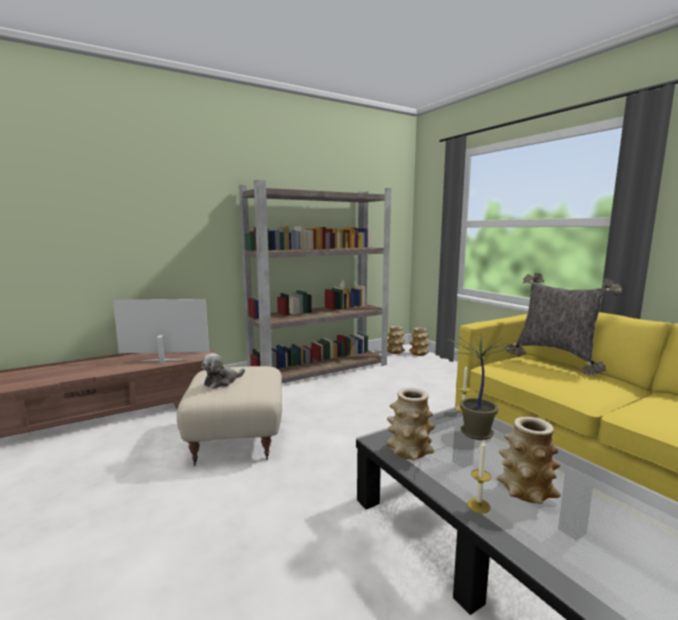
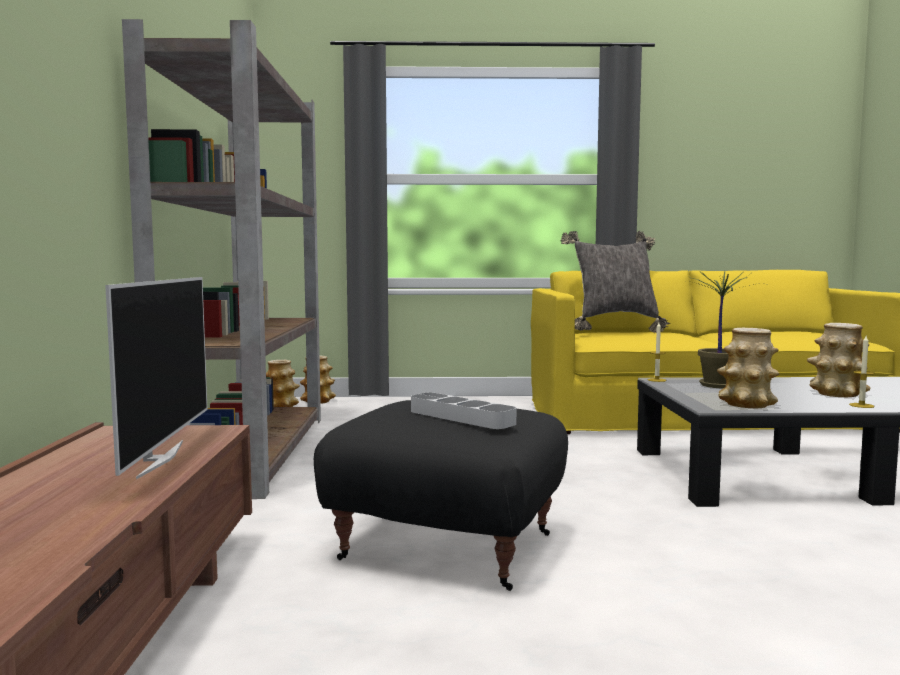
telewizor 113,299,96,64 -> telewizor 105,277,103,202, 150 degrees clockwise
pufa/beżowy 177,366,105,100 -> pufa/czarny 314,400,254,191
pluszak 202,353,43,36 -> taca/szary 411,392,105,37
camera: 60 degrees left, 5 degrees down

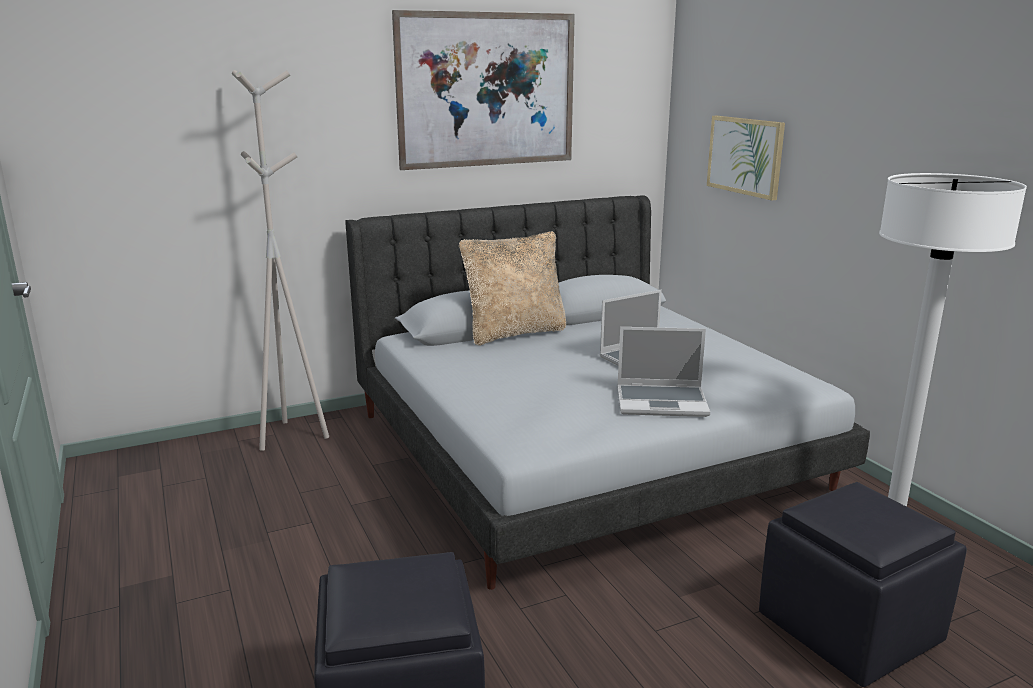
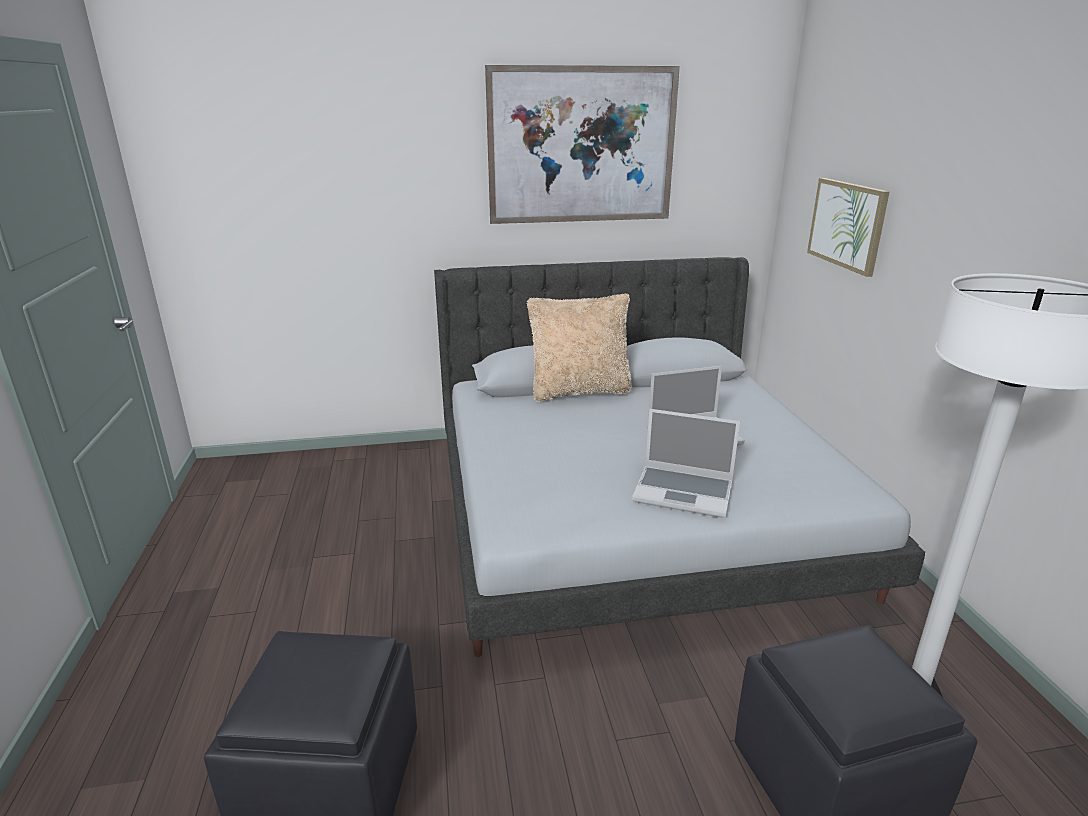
wieszak/szary 232,70,97,381 -> none
camera: 15 degrees right, 5 degrees up

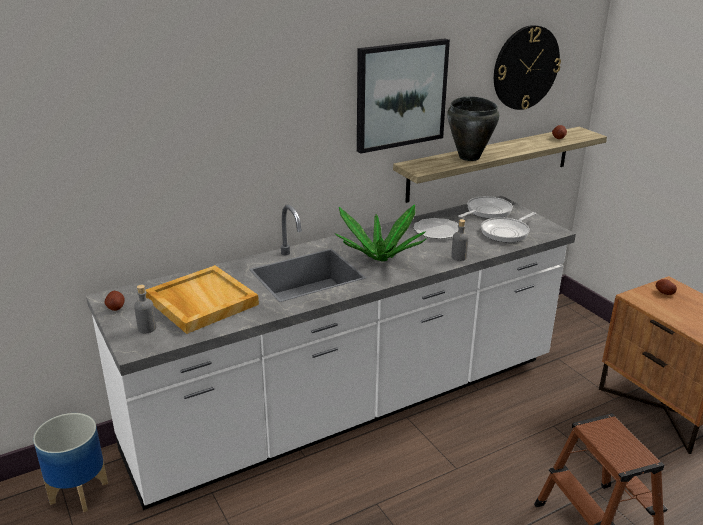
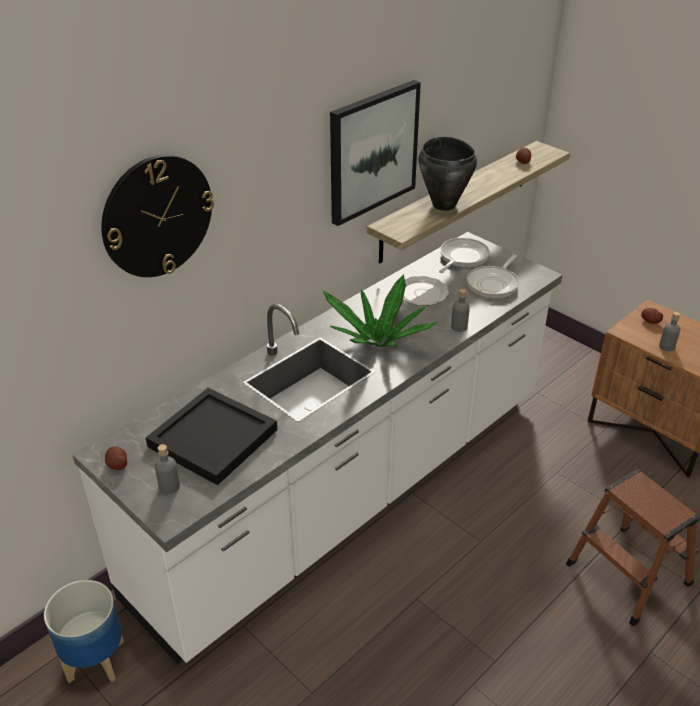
taca/beżowy 145,265,114,69 -> taca/czarny 146,388,131,97
zegar ścienny 494,25,67,85 -> zegar ścienny 101,155,113,122, relocated
none -> butelka/szary 659,312,21,39
camera: 15 degrees left, 10 degrees up

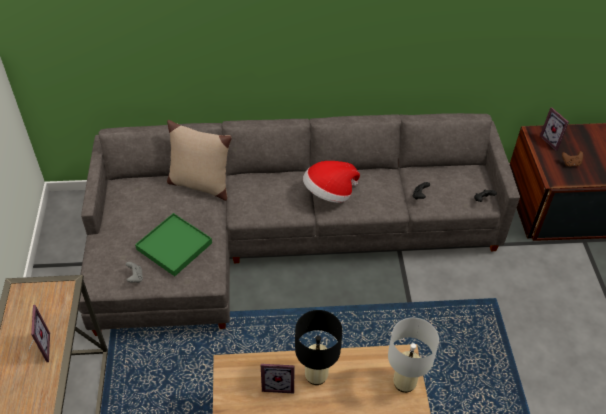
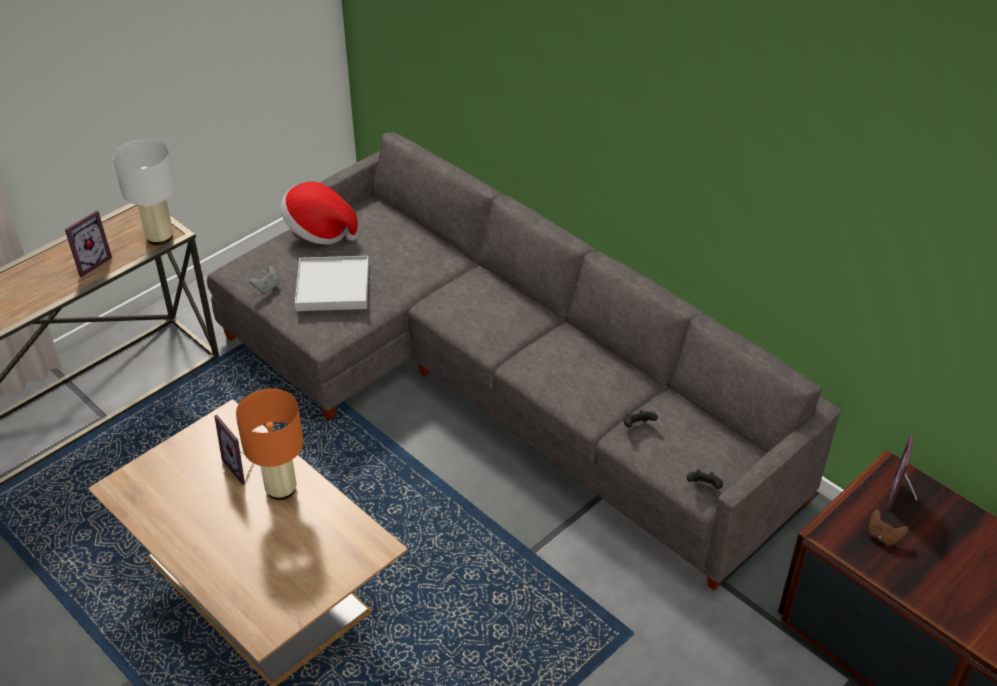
taca/zielony 135,213,77,63 -> taca/biały 295,256,74,55
poduszka/beżowy 167,120,65,81 -> none
lampa stołowa/czarny 295,310,47,75 -> lampa stołowa/pomarańczowy 236,388,67,112
kapelusz 303,161,57,42 -> kapelusz 281,182,77,63, relocated
lampa stołowa/biały 388,317,51,76 -> lampa stołowa/biały 113,139,63,106, relocated
camera: 50 degrees right, 5 degrees down

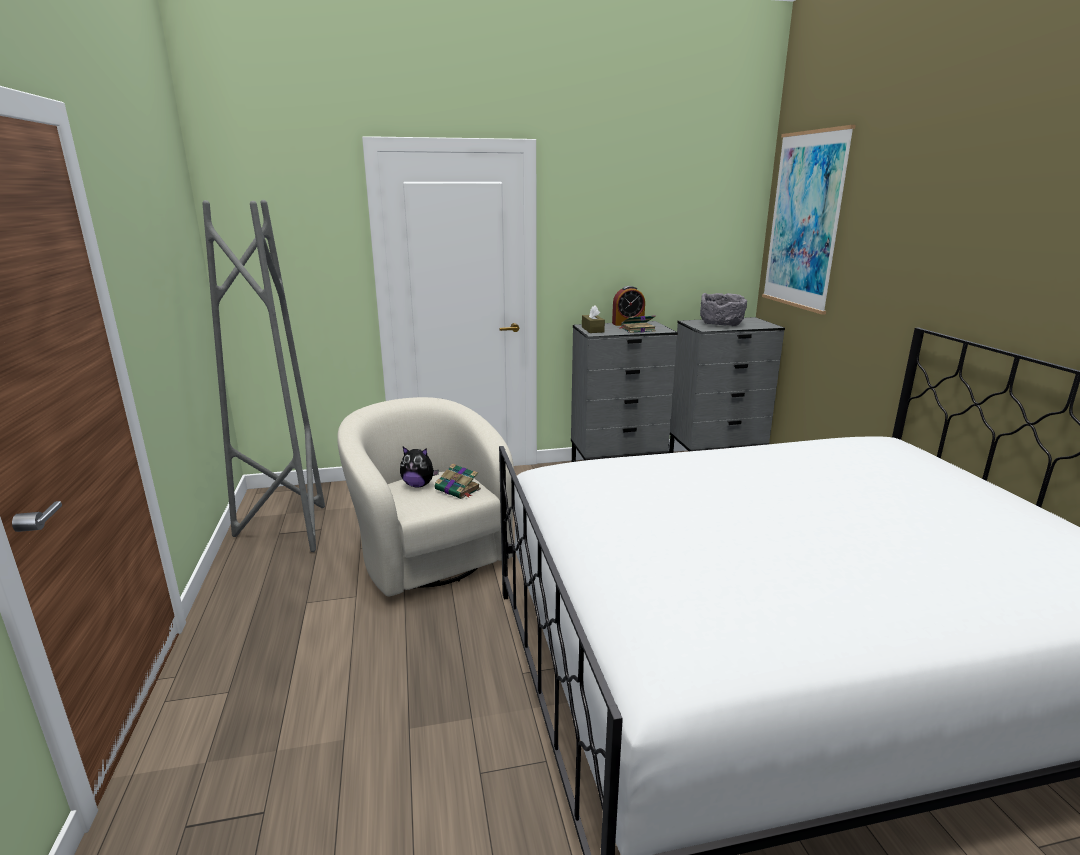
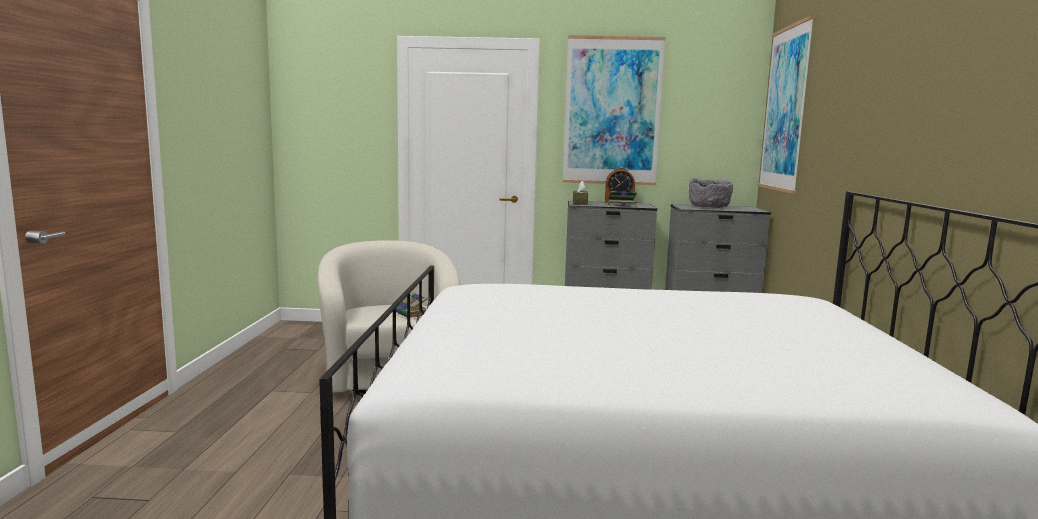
wieszak/szary 202,200,123,352 -> none
pluszak 400,447,39,41 -> none
none -> obraz 563,35,102,150
camera: 15 degrees right, 10 degrees down

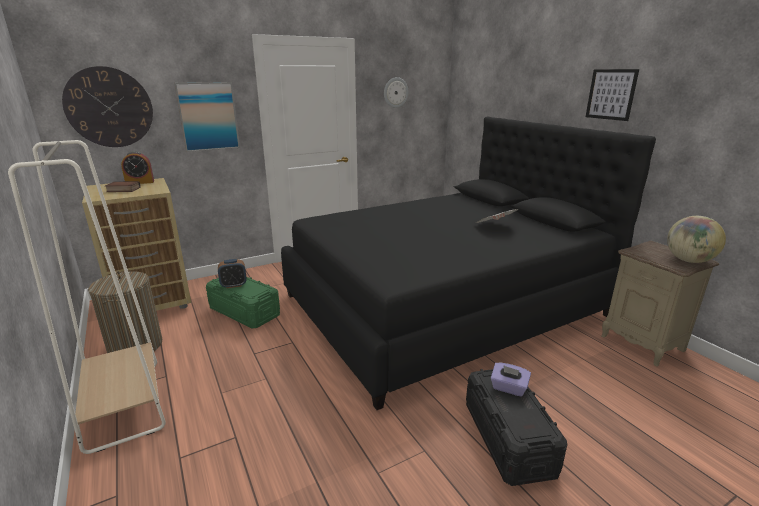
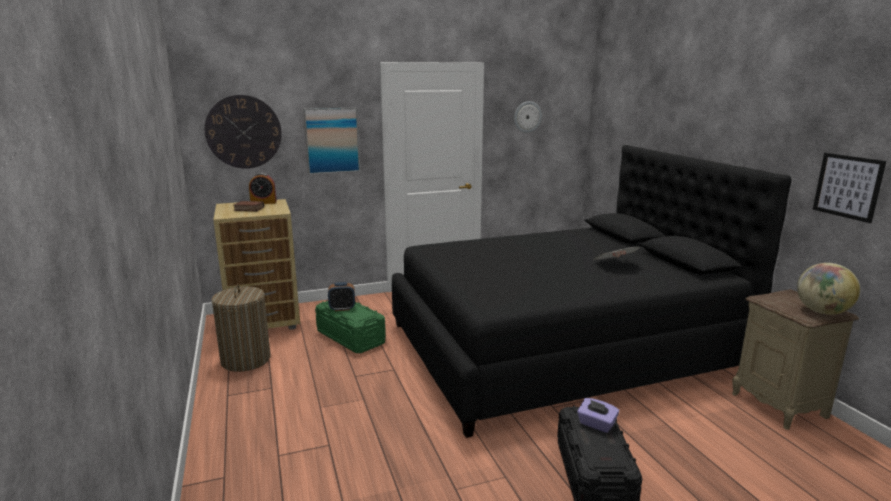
wieszak 8,140,158,314 -> none
obraz 586,69,53,52 -> obraz 813,153,73,70, relocated
camera: 10 degrees right, 5 degrees down

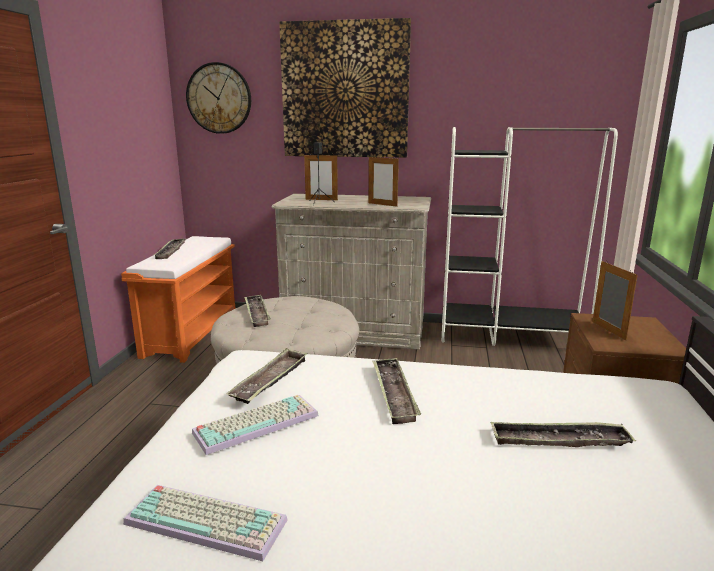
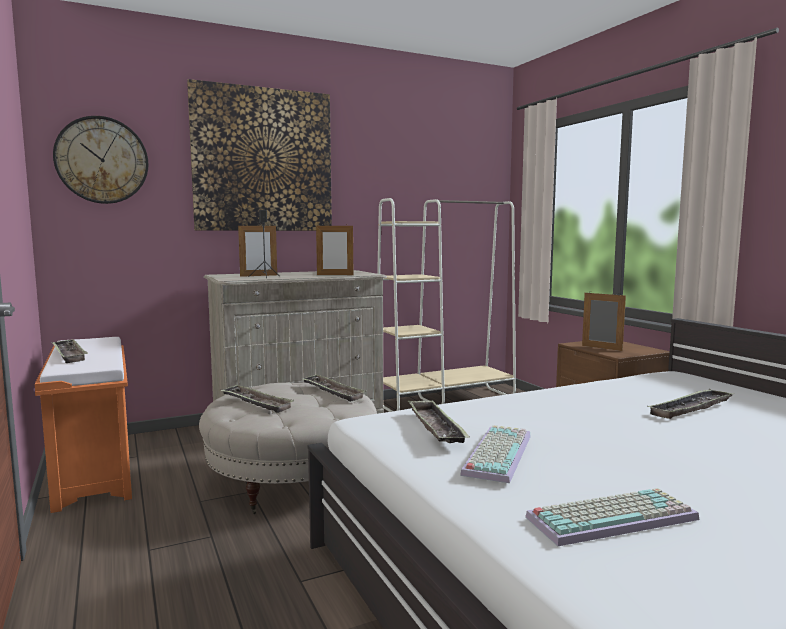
taca 372,358,49,66 -> taca 302,374,64,28, relocated
wieszak/czarny 442,127,176,219 -> wieszak/beżowy 377,198,139,214
camera: 35 degrees left, 10 degrees down

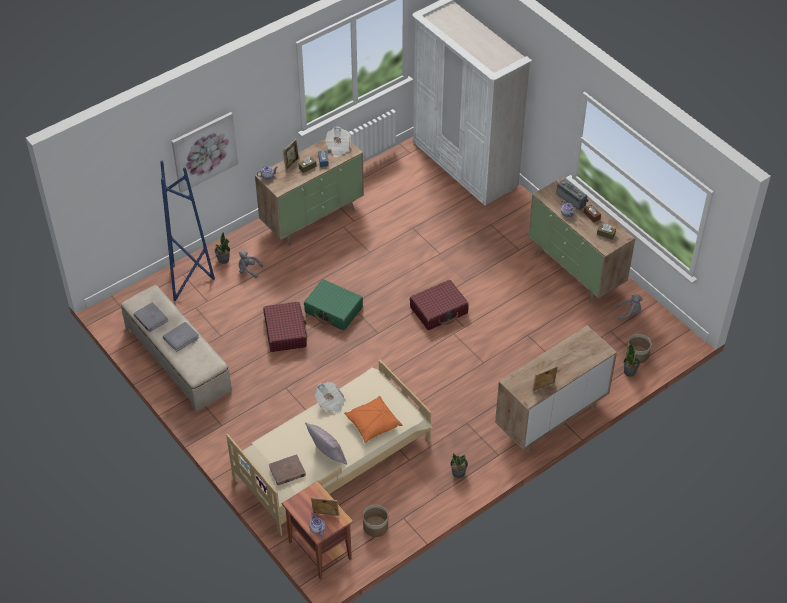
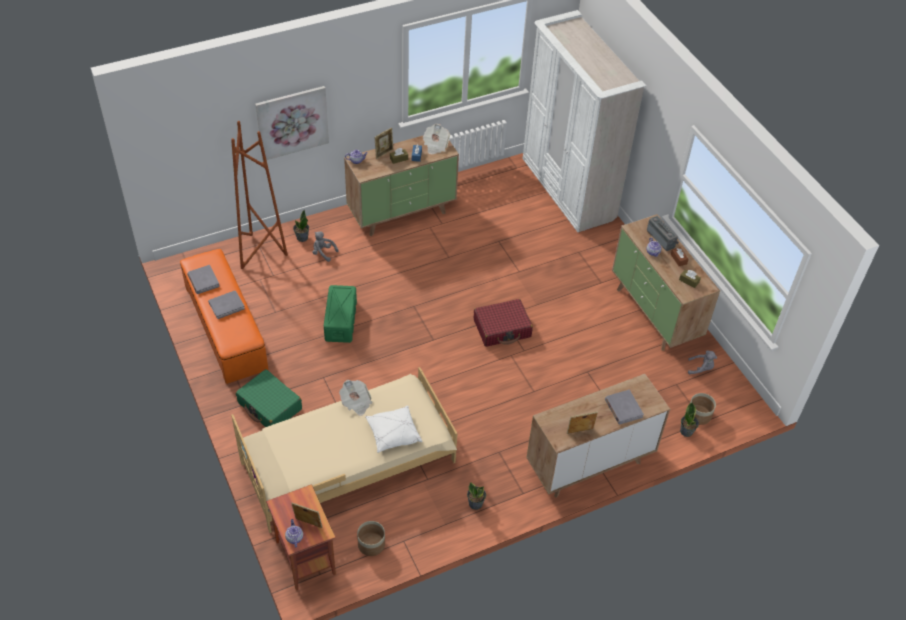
ławka/beżowy 121,285,111,126 -> ławka/pomarańczowy 180,249,89,135
wieszak/niebieski 160,160,55,141 -> wieszak/brązowy 231,121,57,148
walizka/czerwony 263,301,44,51 -> pojemnik do przechowywania/zielony 324,285,33,58
książka/brązowy 269,454,37,31 -> none
walizka/zielony 304,279,59,52 -> walizka/zielony 236,369,66,58, relocated
poduszka/fioletowy 305,423,42,42 -> none
poduszka/pomarańczowy 344,396,58,47 -> poduszka/biały 365,406,58,47
none -> książka/szary 605,390,39,35
camera: 10 degrees right, 0 degrees up

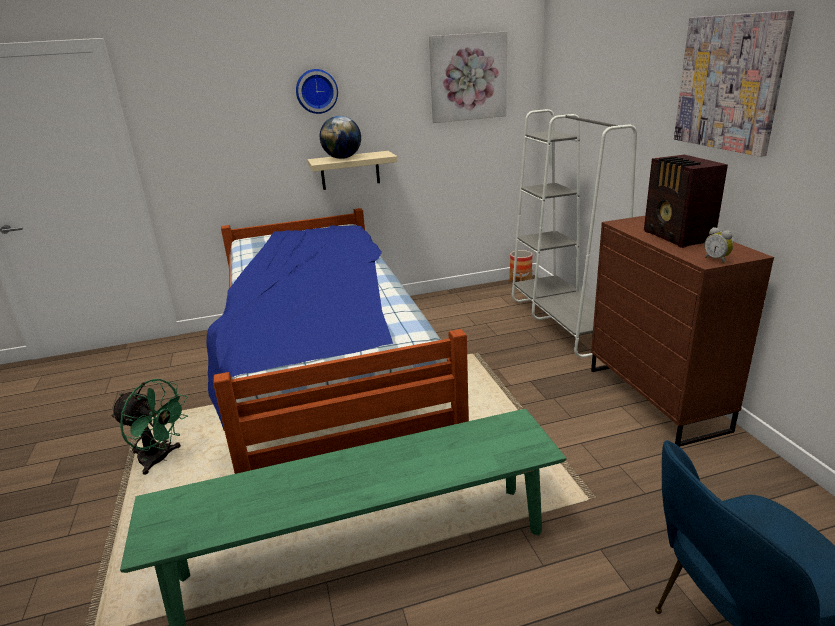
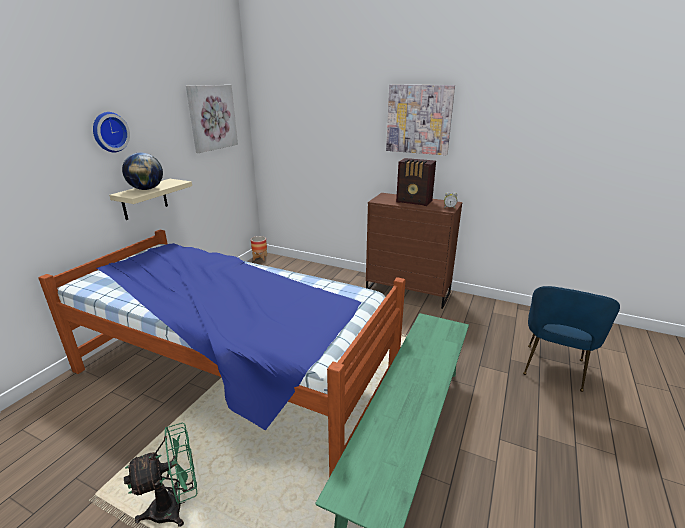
wieszak/szary 512,109,125,249 -> none
camera: 50 degrees left, 0 degrees up

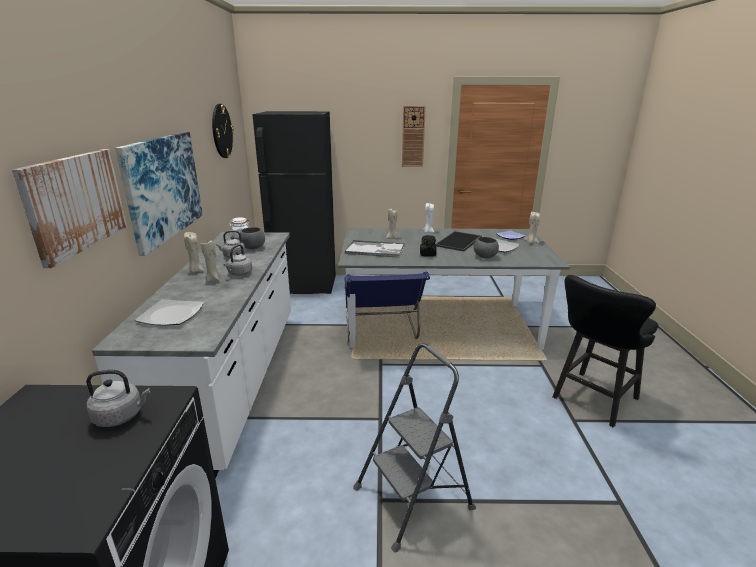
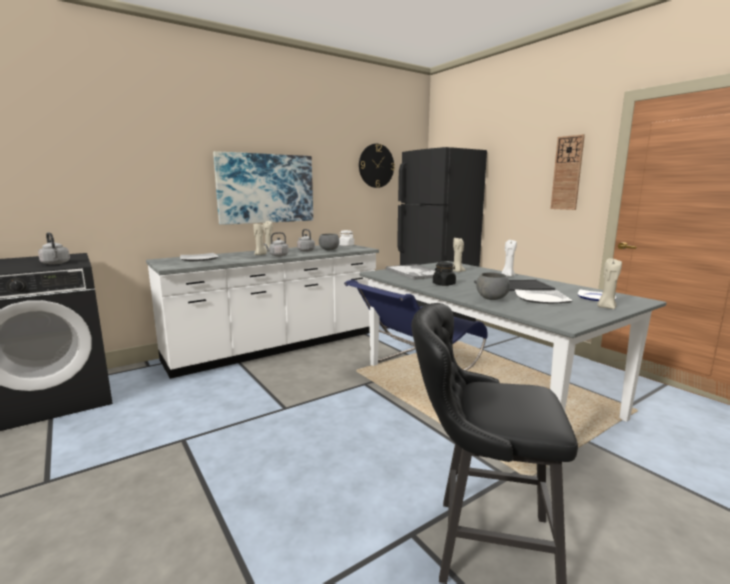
obraz 12,149,115,119 -> none
drabinka/szary 353,343,123,209 -> none
camera: 55 degrees right, 10 degrees down

